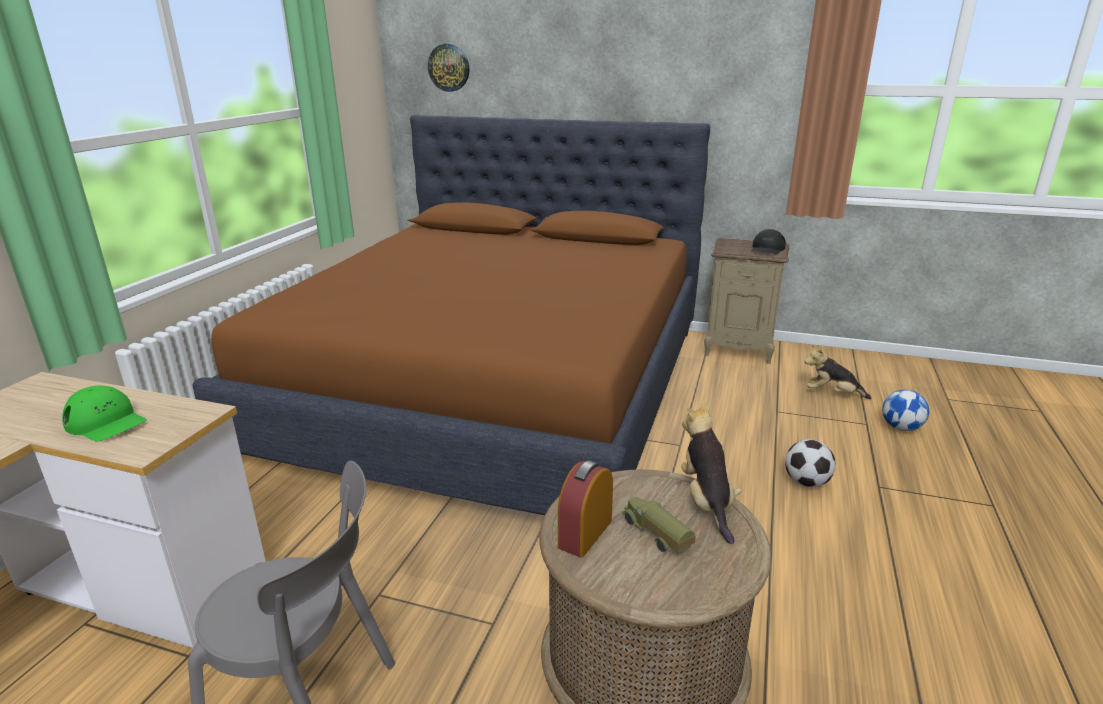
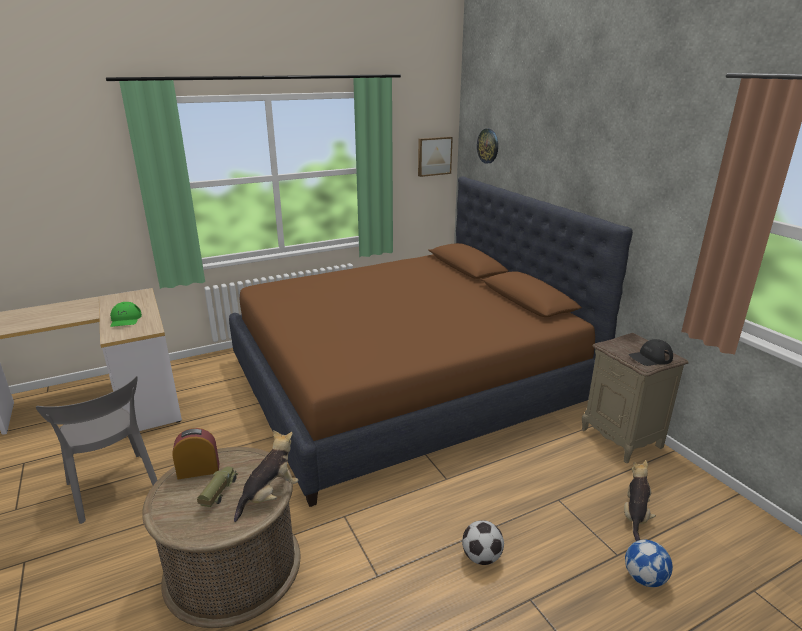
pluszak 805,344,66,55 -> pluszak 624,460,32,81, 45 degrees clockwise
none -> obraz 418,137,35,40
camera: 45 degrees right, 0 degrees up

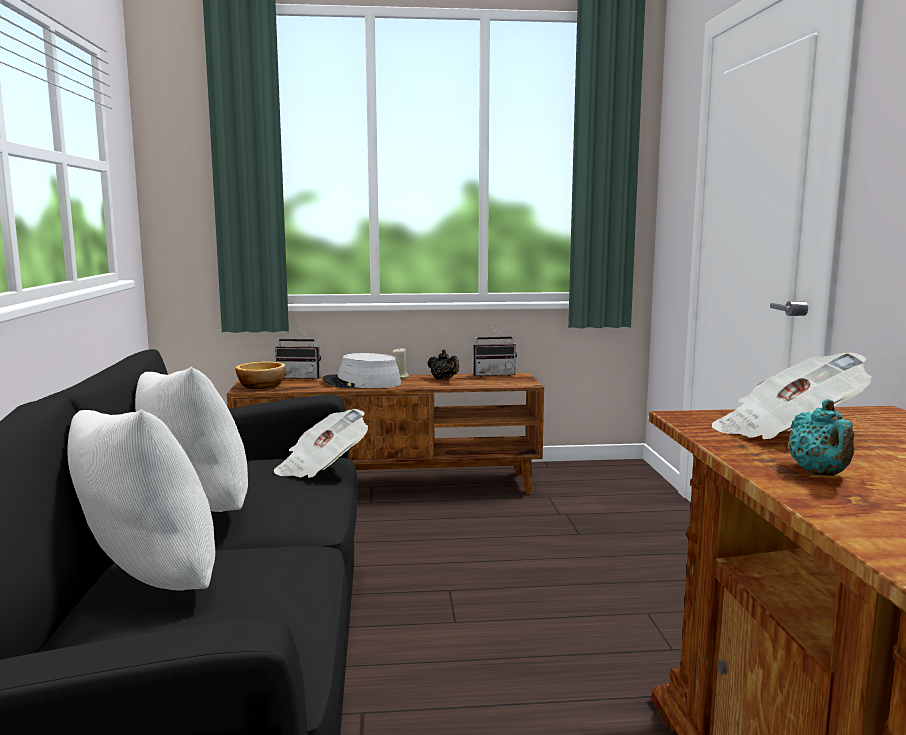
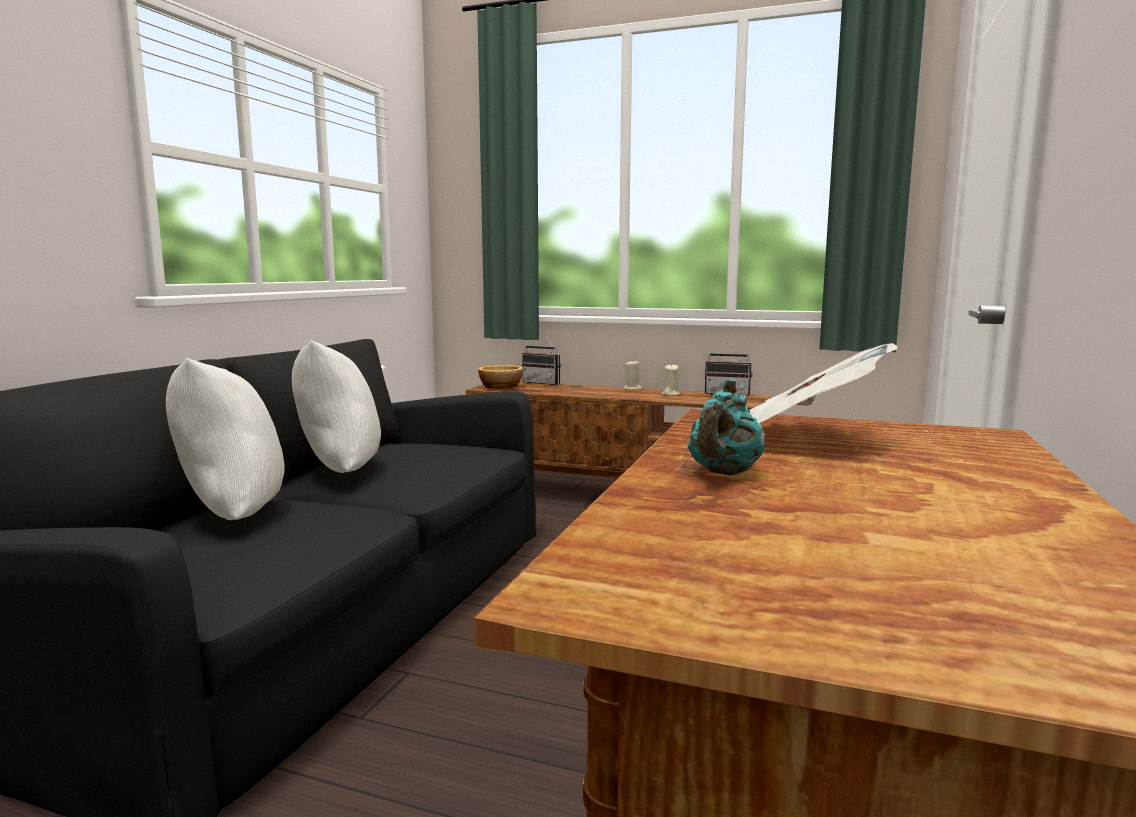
gazeta 274,409,94,69 -> none
kapelusz/szary 322,353,80,35 -> none
imbryk/czarny 428,350,31,30 -> świeca/beżowy 662,364,18,32
camera: 25 degrees right, 0 degrees up

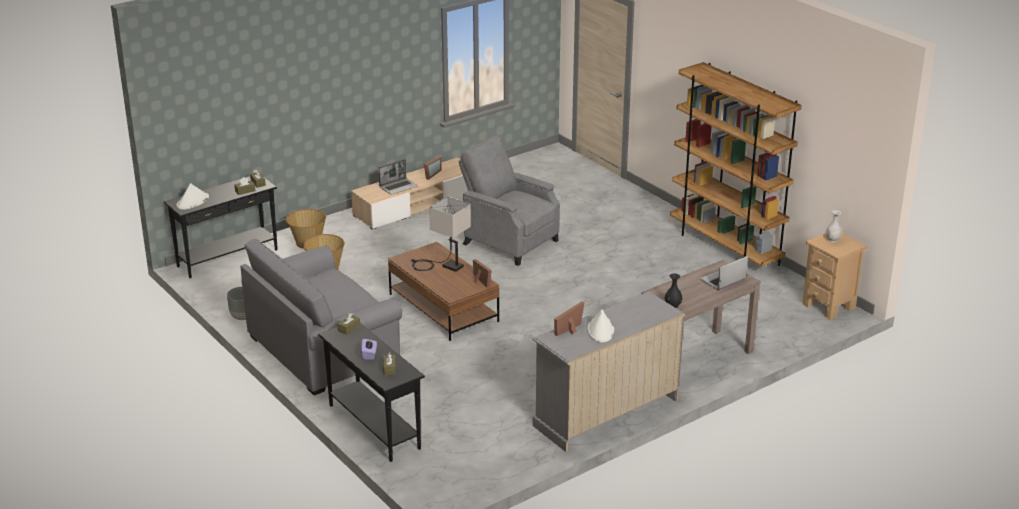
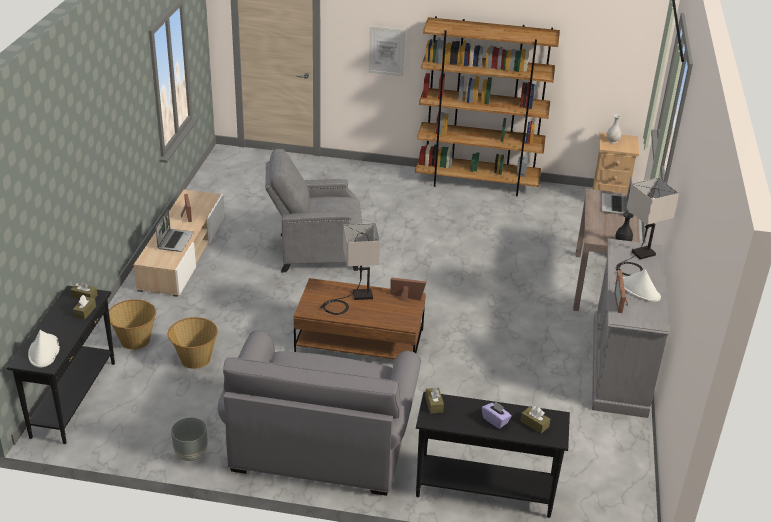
none -> obraz 369,26,36,50
none -> lampa stołowa 616,178,63,98
camera: 45 degrees left, 5 degrees up

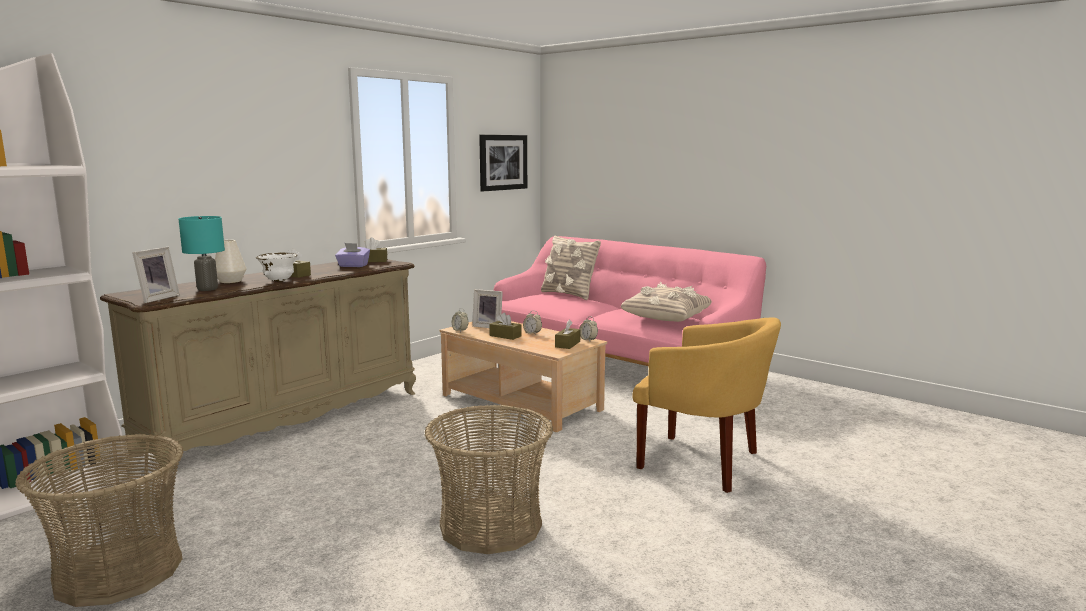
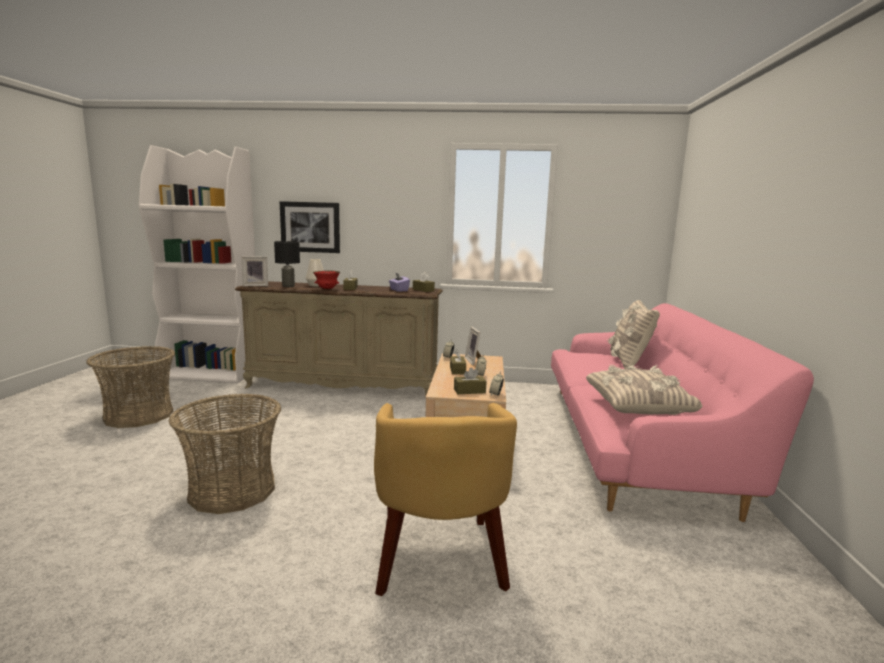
lampa stołowa/turkusowy 179,216,46,75 -> lampa stołowa/czarny 274,241,26,46
miska/biały 256,252,41,30 -> miska/czerwony 313,271,27,19
obraz 479,135,48,57 -> obraz 280,201,60,52, relocated
camera: 55 degrees right, 0 degrees up

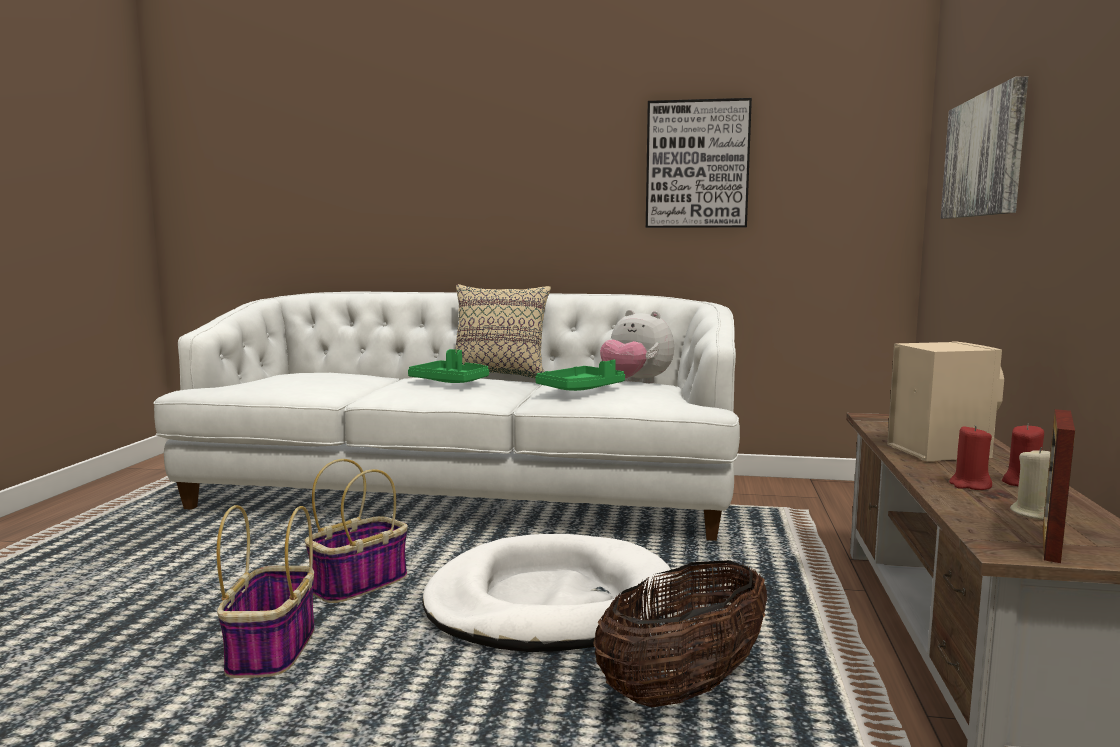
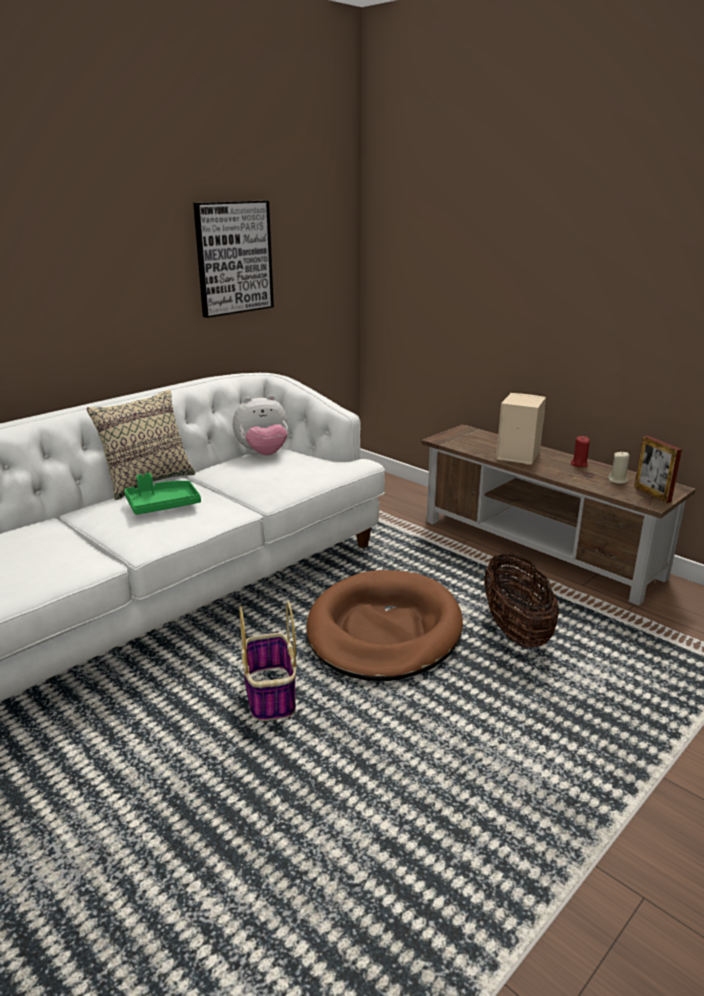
koszyk 217,505,98,173 -> none
legowisko/biały 422,534,252,118 -> legowisko/brązowy 306,570,157,111
taca/zielony 535,360,90,31 -> none
obraz 941,77,87,142 -> none
świeca/czerwony 949,425,43,65 -> none
camera: 55 degrees left, 15 degrees up

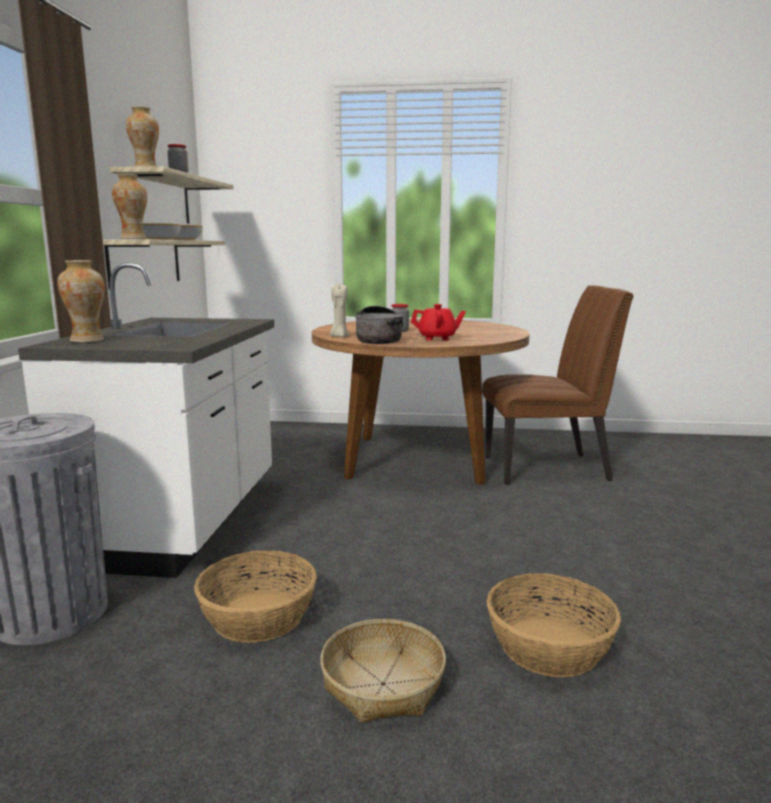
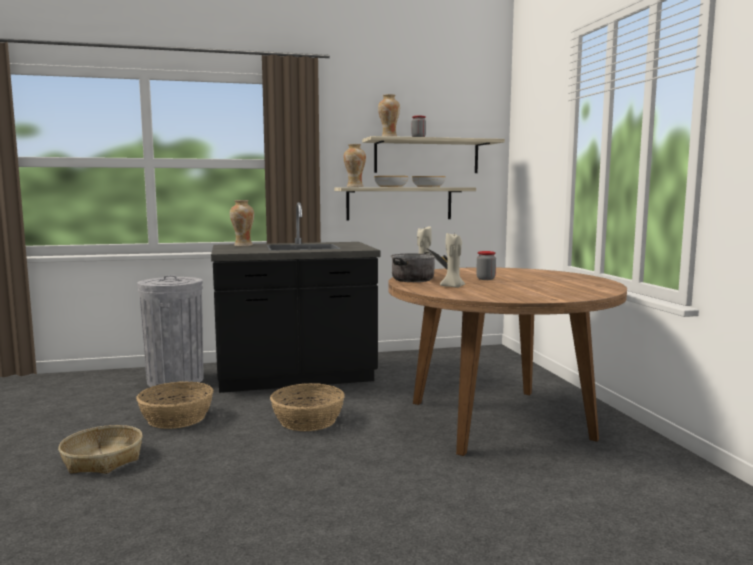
zabudowa kuchenna/biały 18,263,256,315 -> zabudowa kuchenna/czarny 211,202,170,191
imbryk/czerwony 411,304,55,36 -> świeca/beżowy 440,233,25,55
krzesło/brązowy 482,285,151,200 -> none
koszyk 487,573,134,104 -> koszyk 270,383,75,48, relocated
camera: 70 degrees right, 5 degrees down

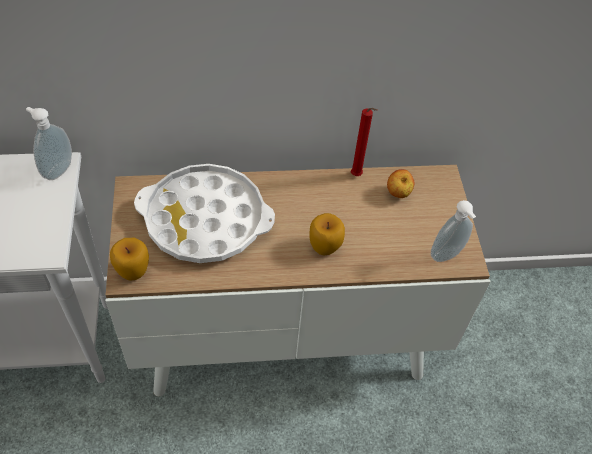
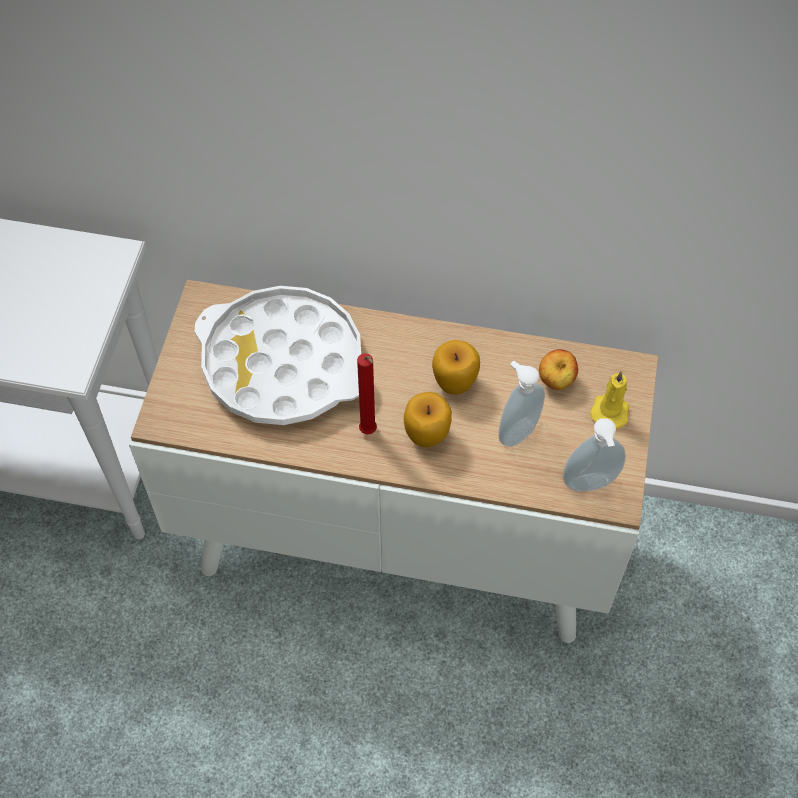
dozownik mydła 26,107,46,73 -> dozownik mydła 498,361,47,86, relocated
jabłko 110,238,39,43 -> jabłko 432,340,48,55, relocated
świeca/czerwony 351,108,26,68 -> świeca/czerwony 357,353,20,81, relocated
none -> świeca/żółty 590,371,39,58
camera: 20 degrees right, 5 degrees up

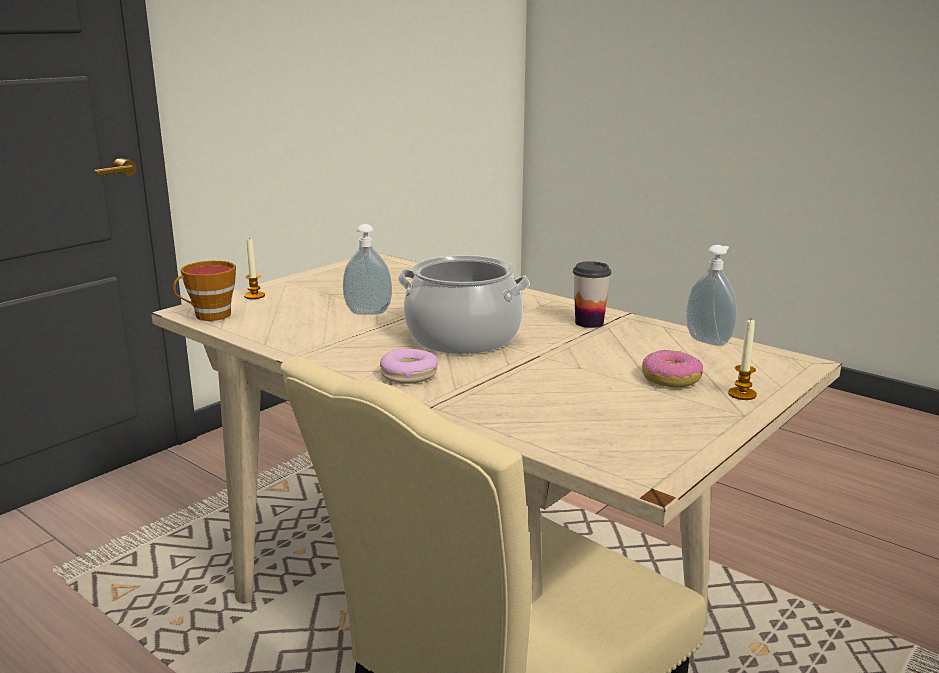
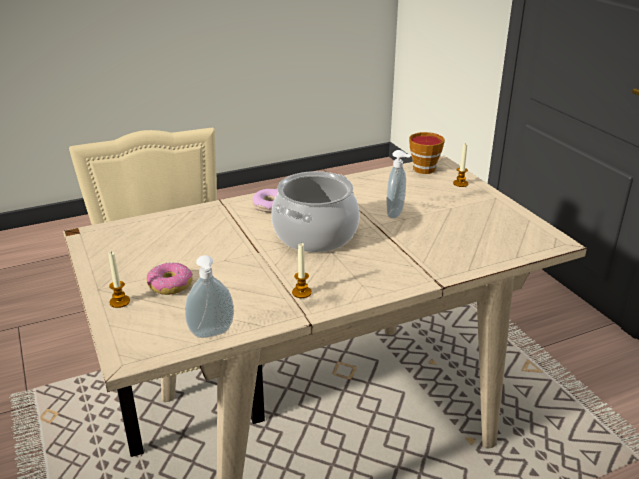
filiżanka 573,261,38,67 -> świeca 292,243,20,55
camera: 115 degrees right, 10 degrees up

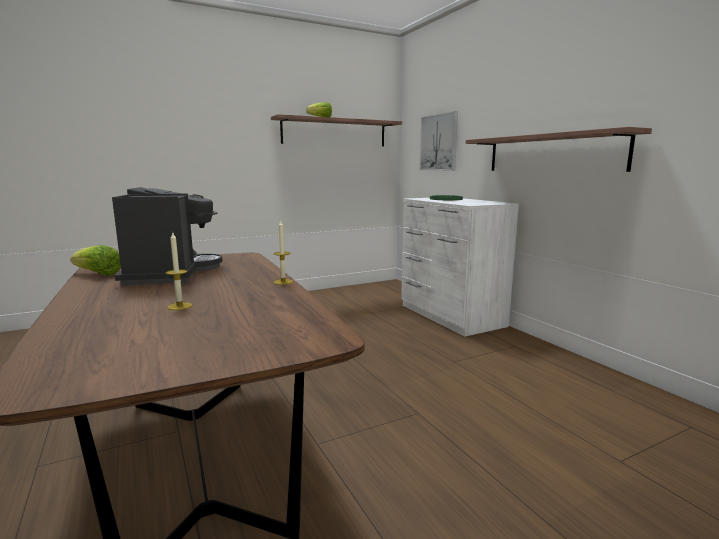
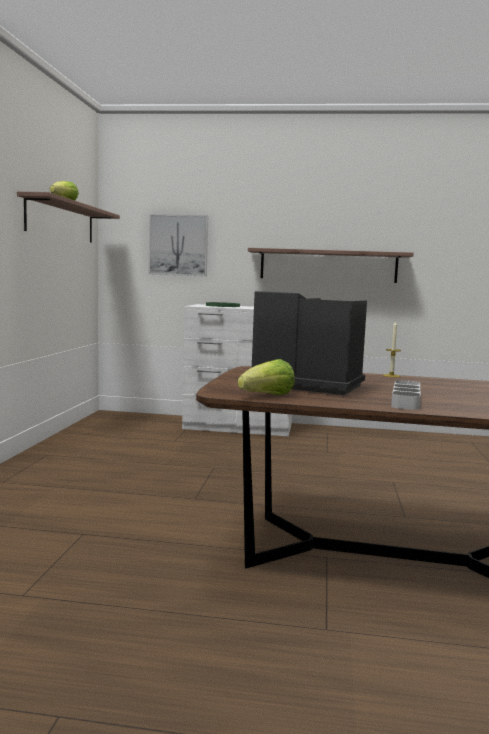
świeca 166,231,26,79 -> none
none -> taca/szary 391,380,30,30
camera: 55 degrees left, 5 degrees down

